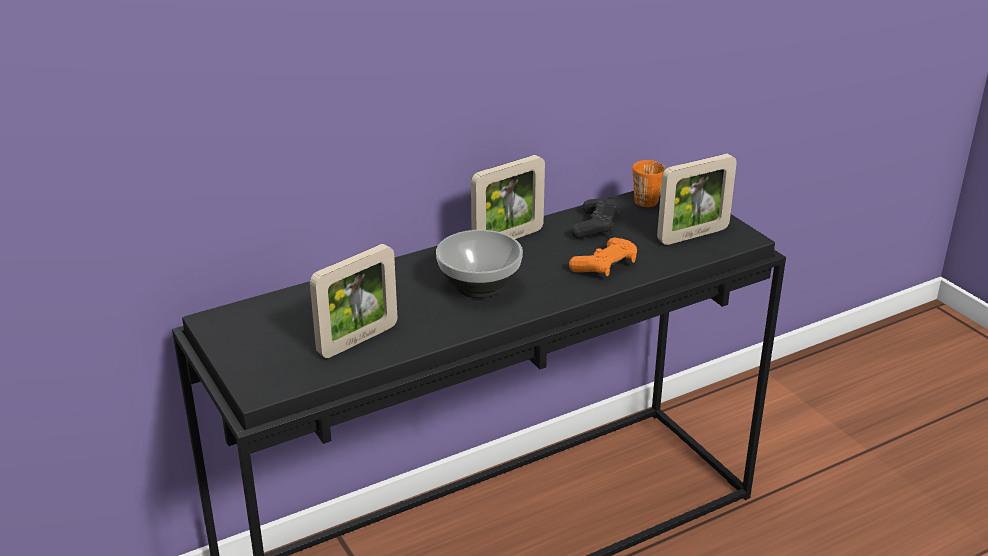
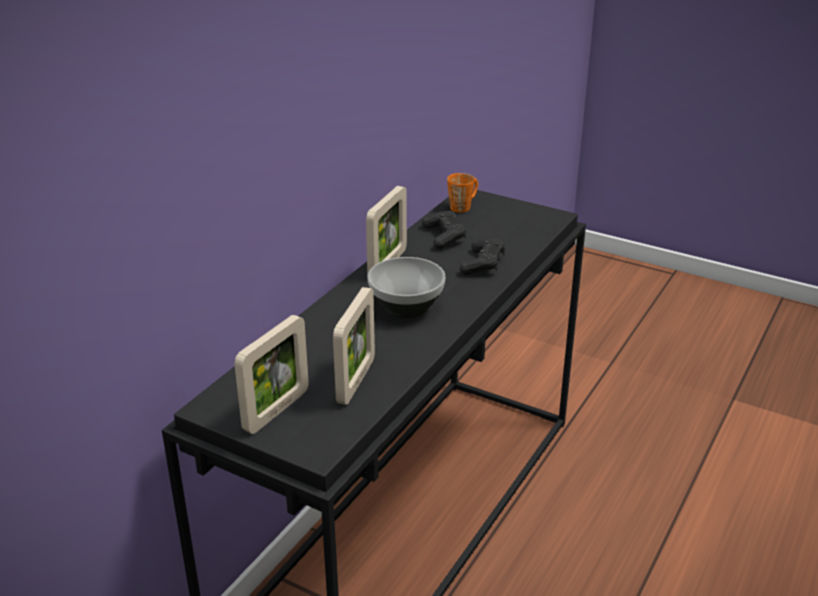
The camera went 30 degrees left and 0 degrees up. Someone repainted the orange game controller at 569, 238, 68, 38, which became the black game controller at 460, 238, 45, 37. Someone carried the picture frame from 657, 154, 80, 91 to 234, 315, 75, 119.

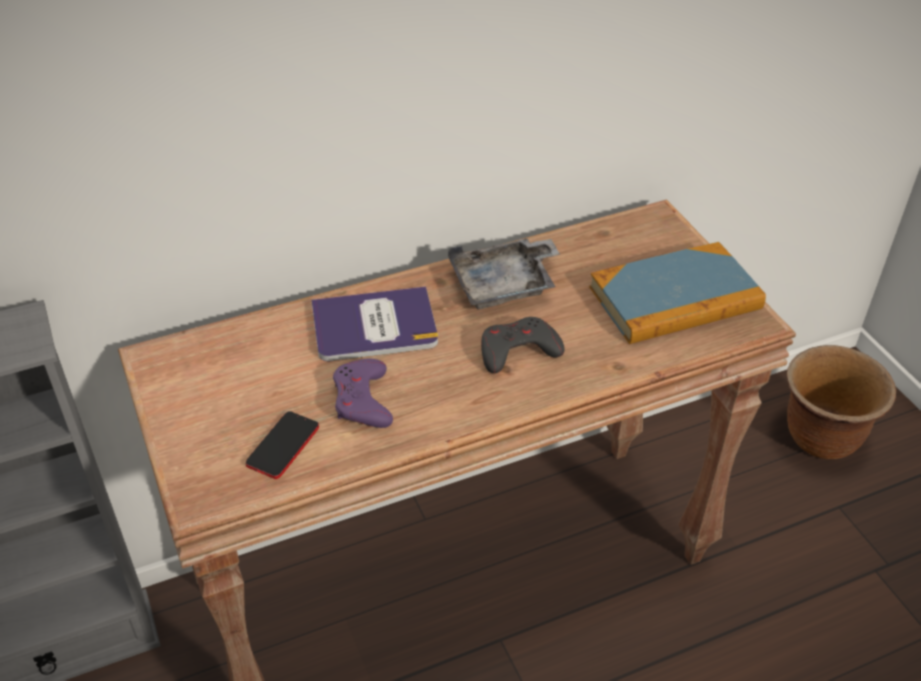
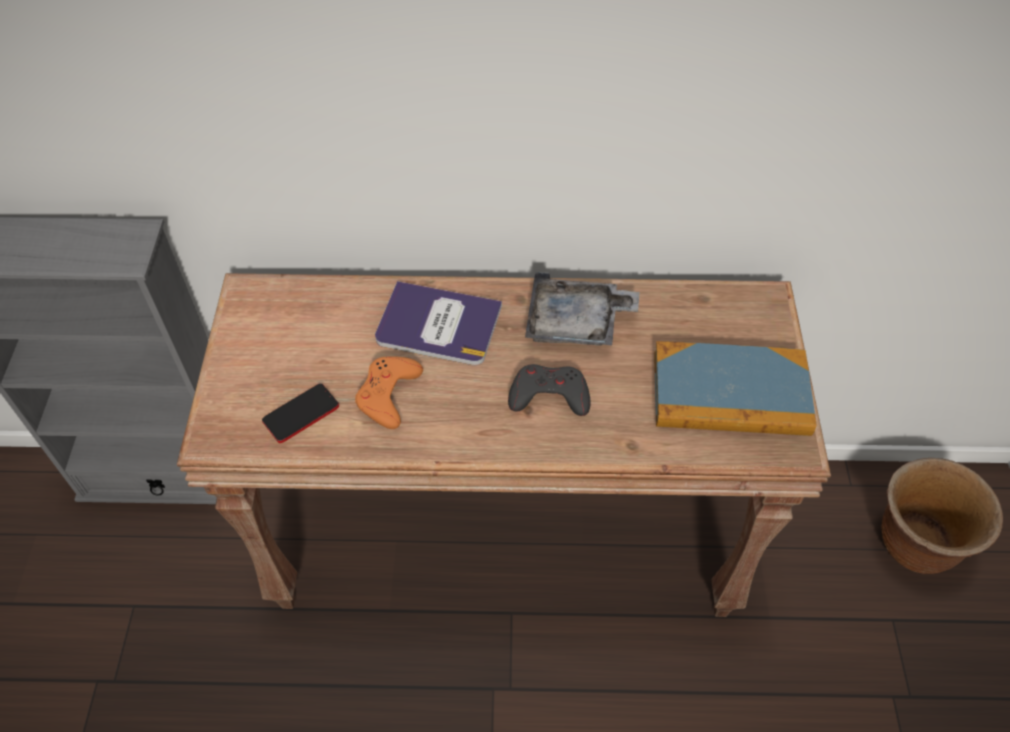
The camera went 25 degrees right and 10 degrees up. Someone repainted the purple game controller at 333, 359, 60, 69, which became the orange game controller at 355, 356, 68, 73.

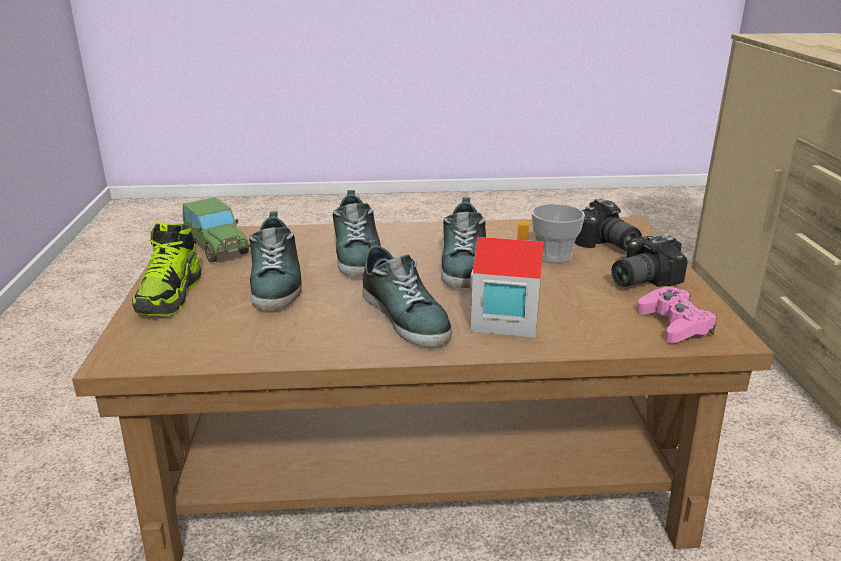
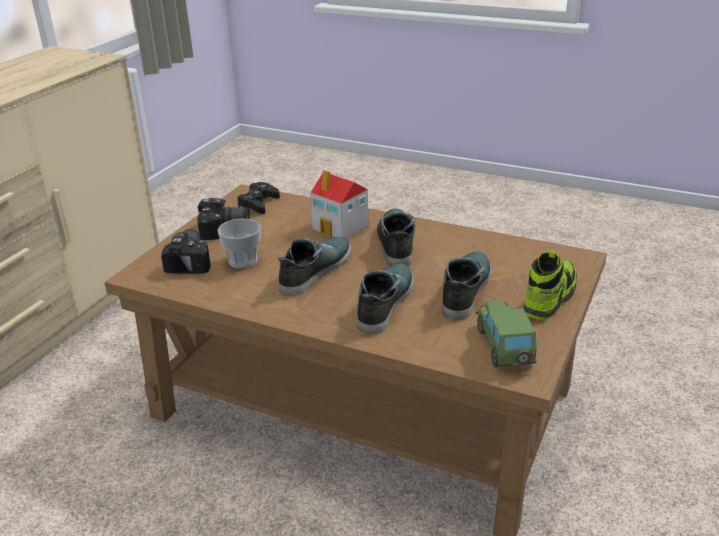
The camera went 150 degrees left and 5 degrees up. Someone repainted the pink game controller at 637, 287, 80, 56, which became the black game controller at 237, 182, 43, 32.

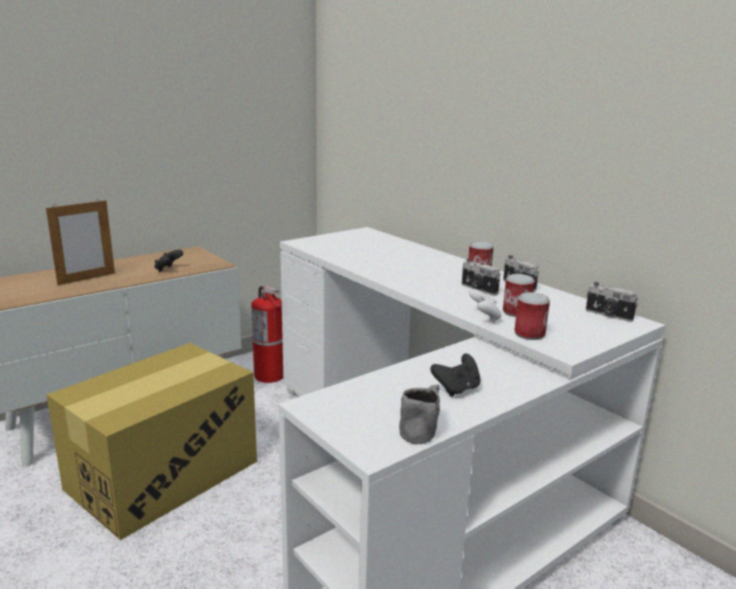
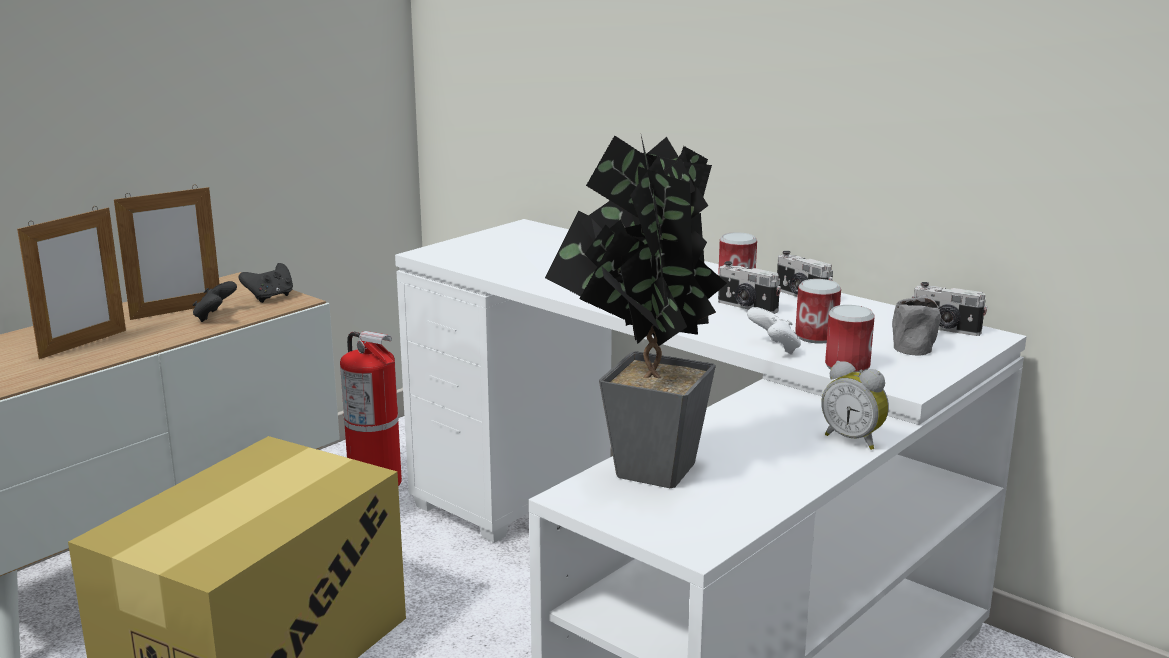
The camera went 10 degrees left and 0 degrees up. Someone carried the grey mug from 399, 384, 41, 60 to 892, 295, 49, 61. Someone carried the black game controller from 430, 354, 51, 43 to 239, 263, 54, 40. Someone put down the picture frame at 114, 185, 105, 135. Someone put down the potted plant at 545, 135, 182, 353. Someone put down the alarm clock at 821, 361, 68, 89.

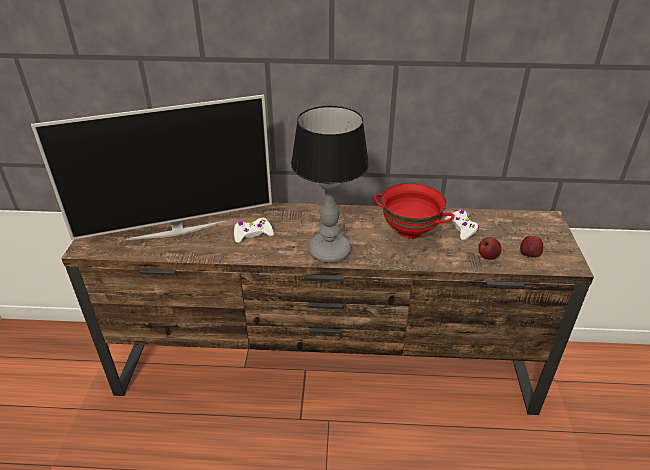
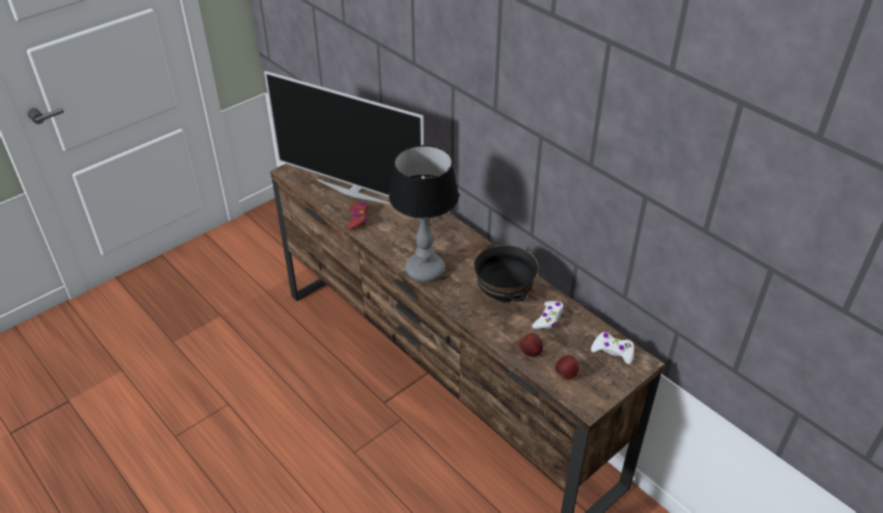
The camera went 45 degrees right and 5 degrees up. Someone carried the white game controller from 234, 218, 40, 25 to 591, 332, 43, 32. Someone repainted the red bowl at 373, 182, 82, 57, which became the black bowl at 474, 245, 64, 58. Someone put down the red game controller at 348, 202, 20, 28.

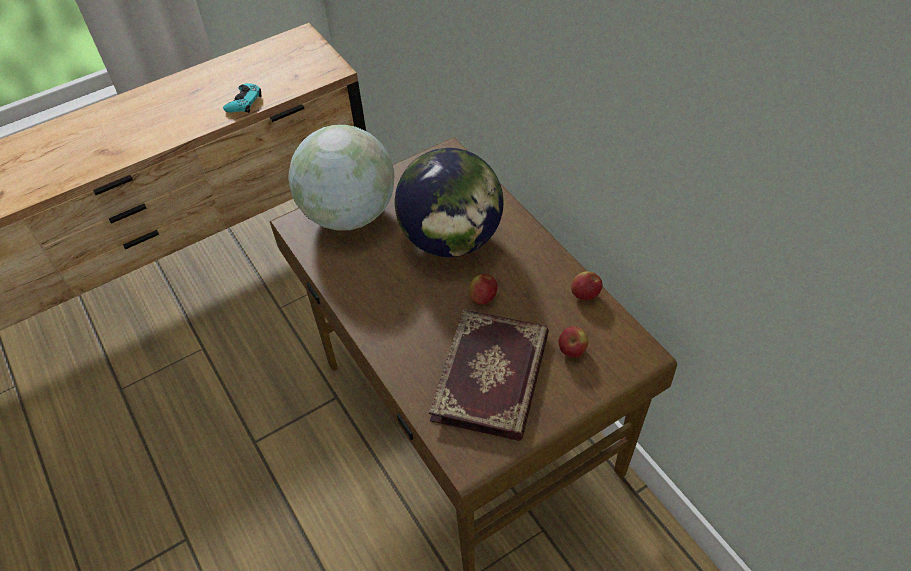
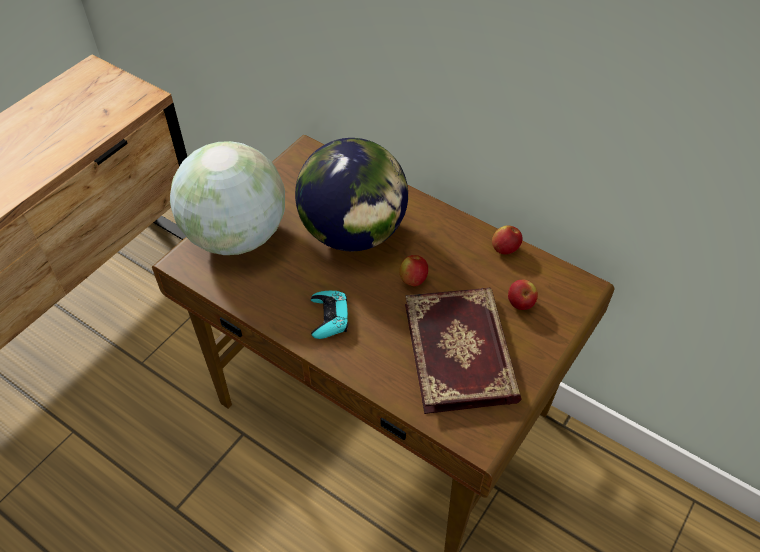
The camera went 25 degrees left and 0 degrees up. Someone carried the turquoise game controller from 223, 83, 38, 30 to 311, 291, 37, 48.

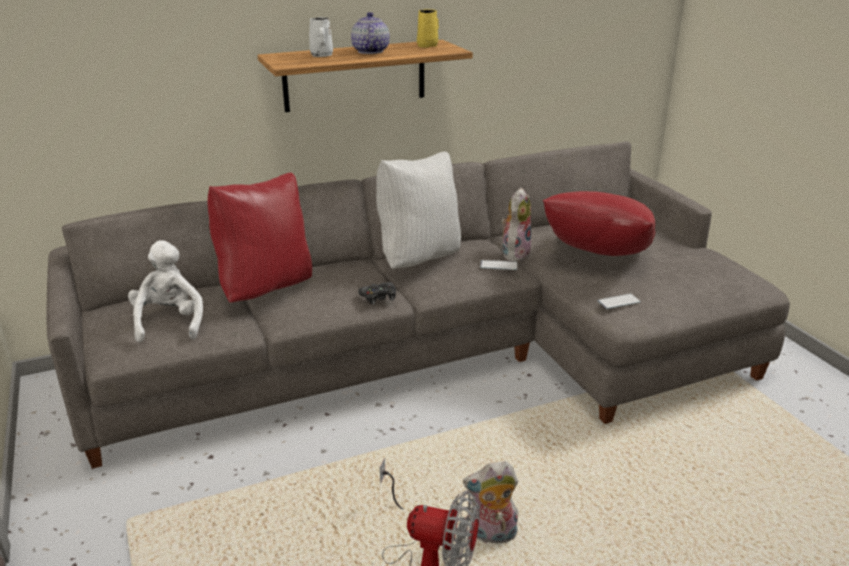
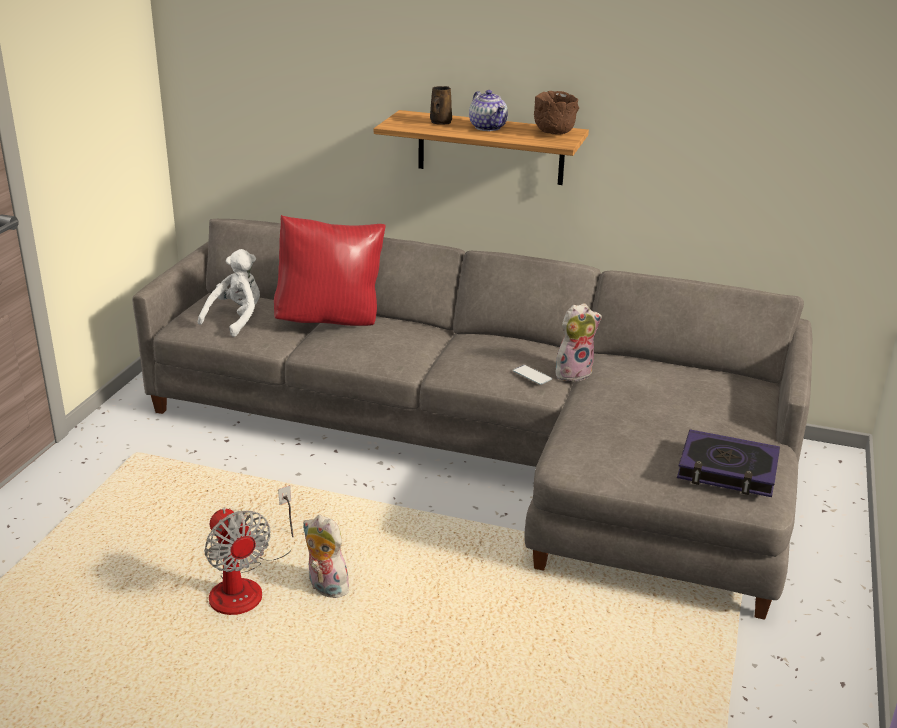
The camera went 40 degrees right and 0 degrees up. Someone repainted the white mug at 309, 17, 24, 40, which became the brown mug at 430, 86, 22, 39. Someone rotated the teapot at 351, 12, 39, 42 by 120 degrees clockwise. Someone took away the black game controller at 358, 282, 38, 22. Someone took away the white pillow at 376, 152, 85, 117. Someone swapped the yellow mug at 417, 9, 22, 39 for the brown bowl at 534, 91, 45, 44. Someone took away the red pillow at 543, 191, 113, 65. Someone took away the phone at 597, 294, 44, 15. Someone put down the book at 677, 429, 103, 68.

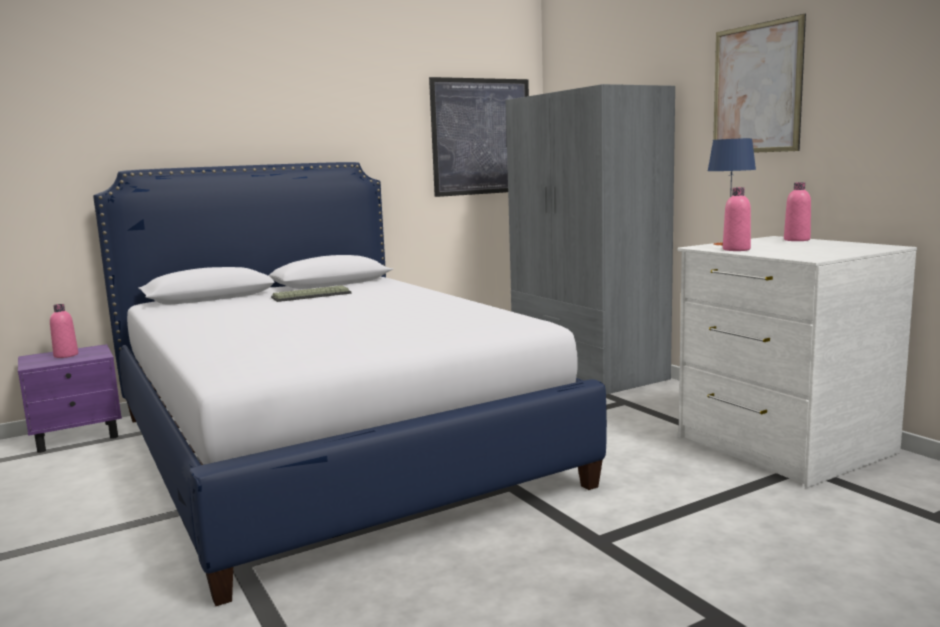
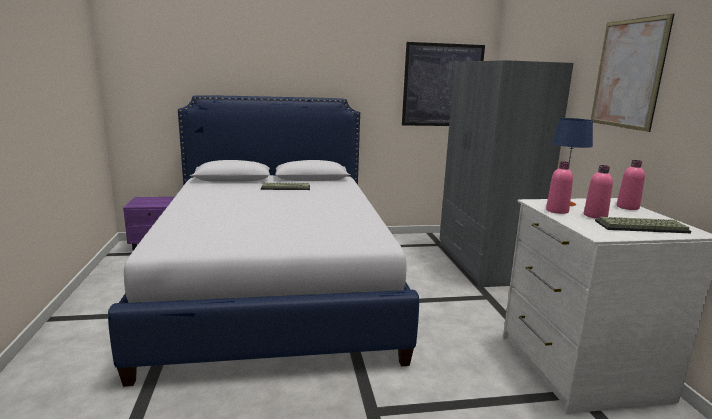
The camera went 20 degrees right and 5 degrees up. Someone carried the pink bottle from 50, 304, 28, 54 to 584, 165, 29, 54. Someone put down the keyboard at 595, 217, 96, 16.

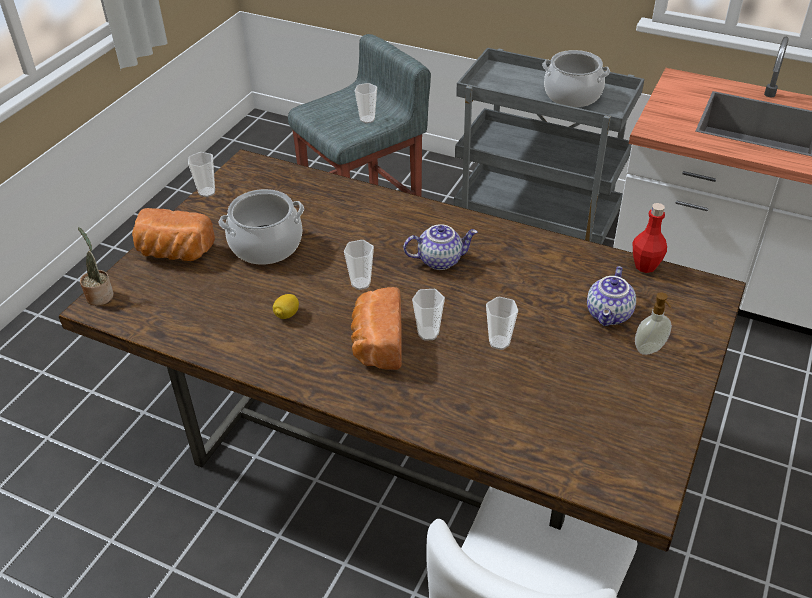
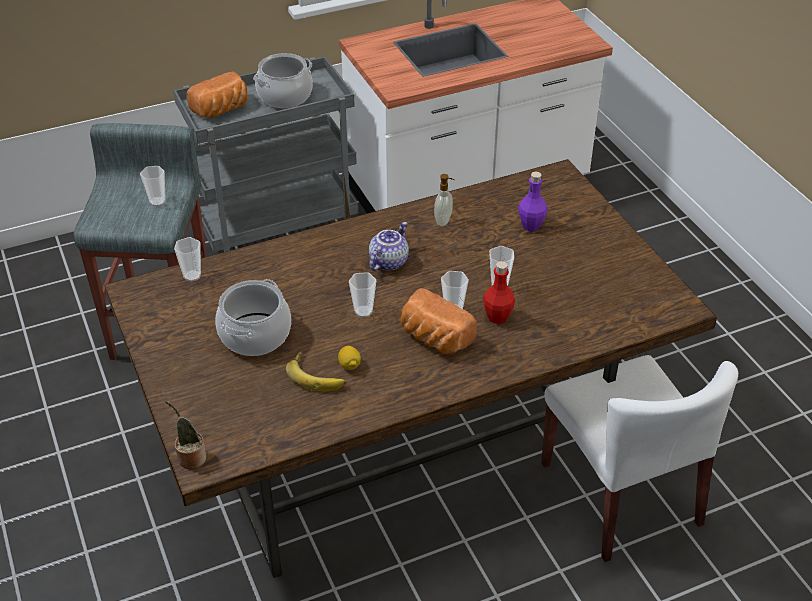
The camera went 50 degrees left and 0 degrees up. Someone carried the bread from 132, 208, 83, 53 to 186, 71, 62, 48. Someone carried the cup from 188, 152, 27, 45 to 174, 237, 27, 45. Someone swapped the teapot at 587, 266, 49, 60 for the purple bottle at 518, 172, 30, 59. Someone carried the red bottle from 633, 203, 34, 70 to 483, 261, 32, 63. Someone carried the soap dispenser from 635, 292, 37, 63 to 434, 174, 21, 52. Someone put down the banana at 286, 352, 60, 39.

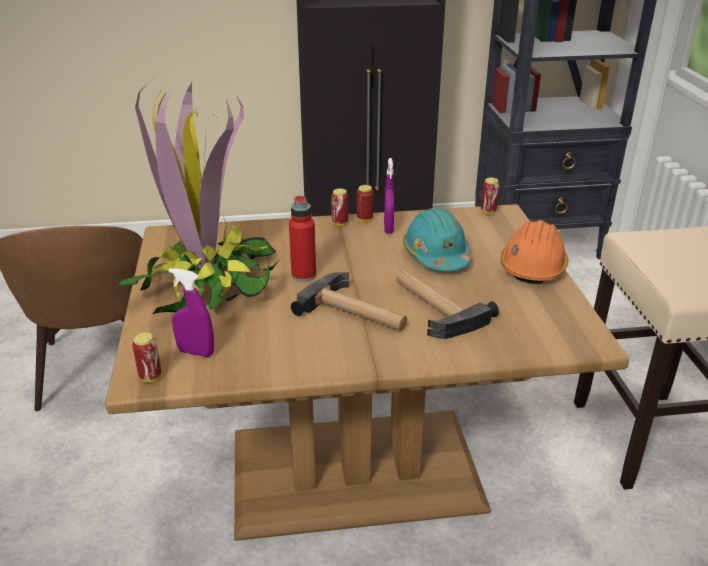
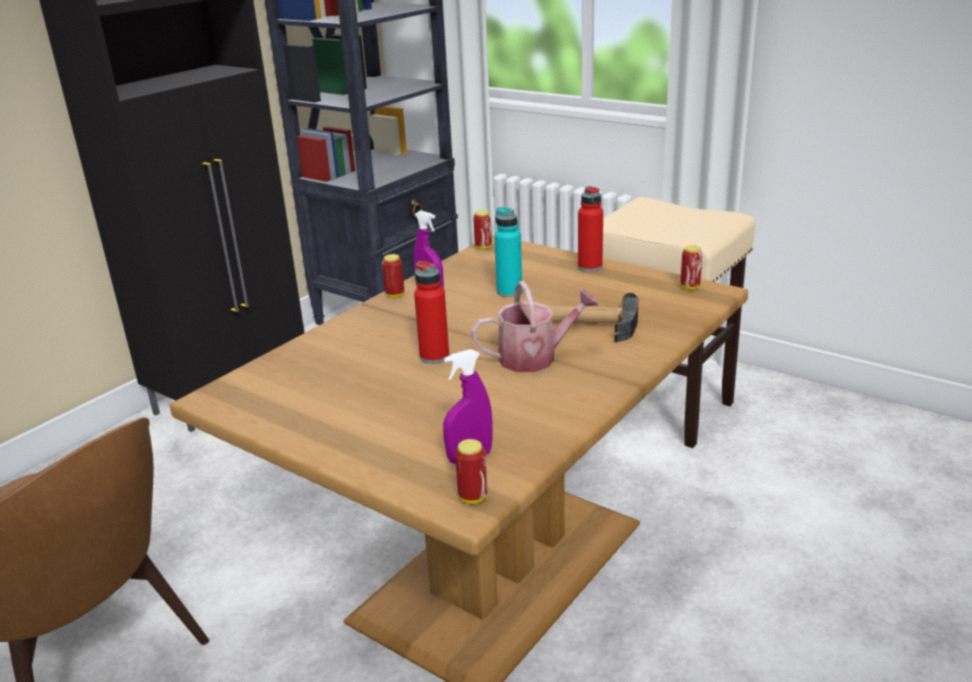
The camera went 45 degrees left and 5 degrees down. Someone took away the potted plant at 118, 81, 160, 233. Someone swapped the hammer at 291, 272, 116, 59 for the watering can at 471, 281, 128, 91. Someone carried the can from 331, 188, 17, 38 to 680, 245, 22, 45. Someone swapped the turquoise hard hat at 403, 208, 69, 63 for the turquoise bottle at 494, 207, 28, 90. Someone swapped the orange hard hat at 501, 220, 68, 64 for the red bottle at 578, 186, 25, 86.

